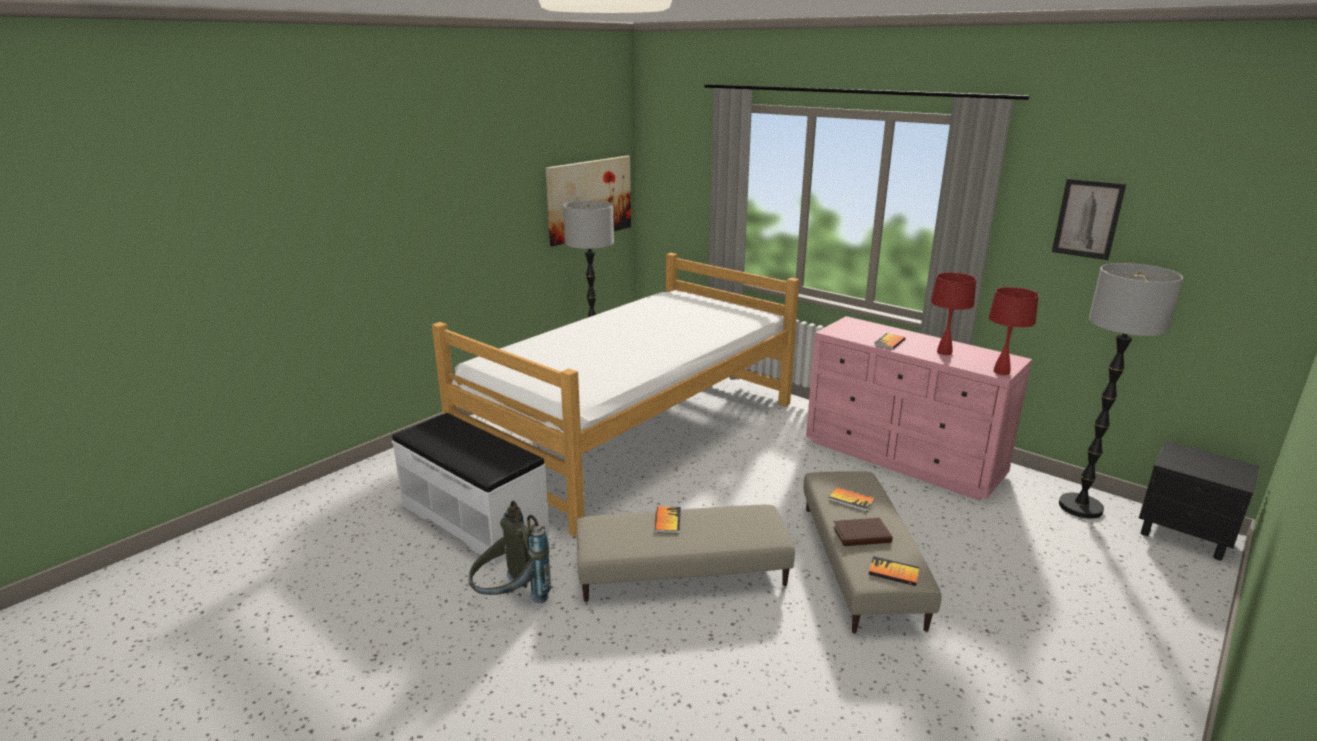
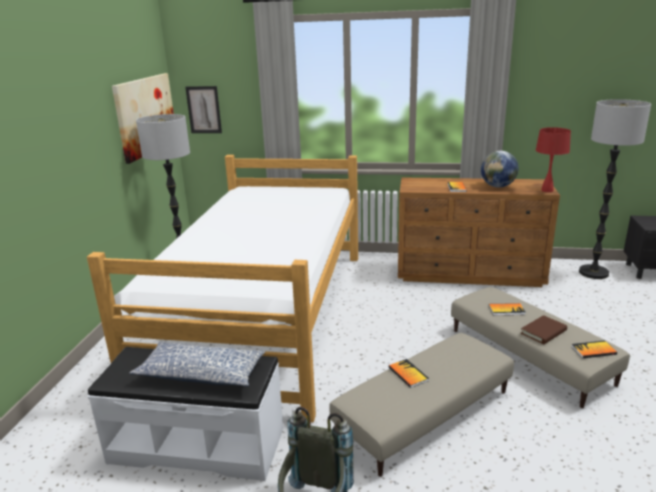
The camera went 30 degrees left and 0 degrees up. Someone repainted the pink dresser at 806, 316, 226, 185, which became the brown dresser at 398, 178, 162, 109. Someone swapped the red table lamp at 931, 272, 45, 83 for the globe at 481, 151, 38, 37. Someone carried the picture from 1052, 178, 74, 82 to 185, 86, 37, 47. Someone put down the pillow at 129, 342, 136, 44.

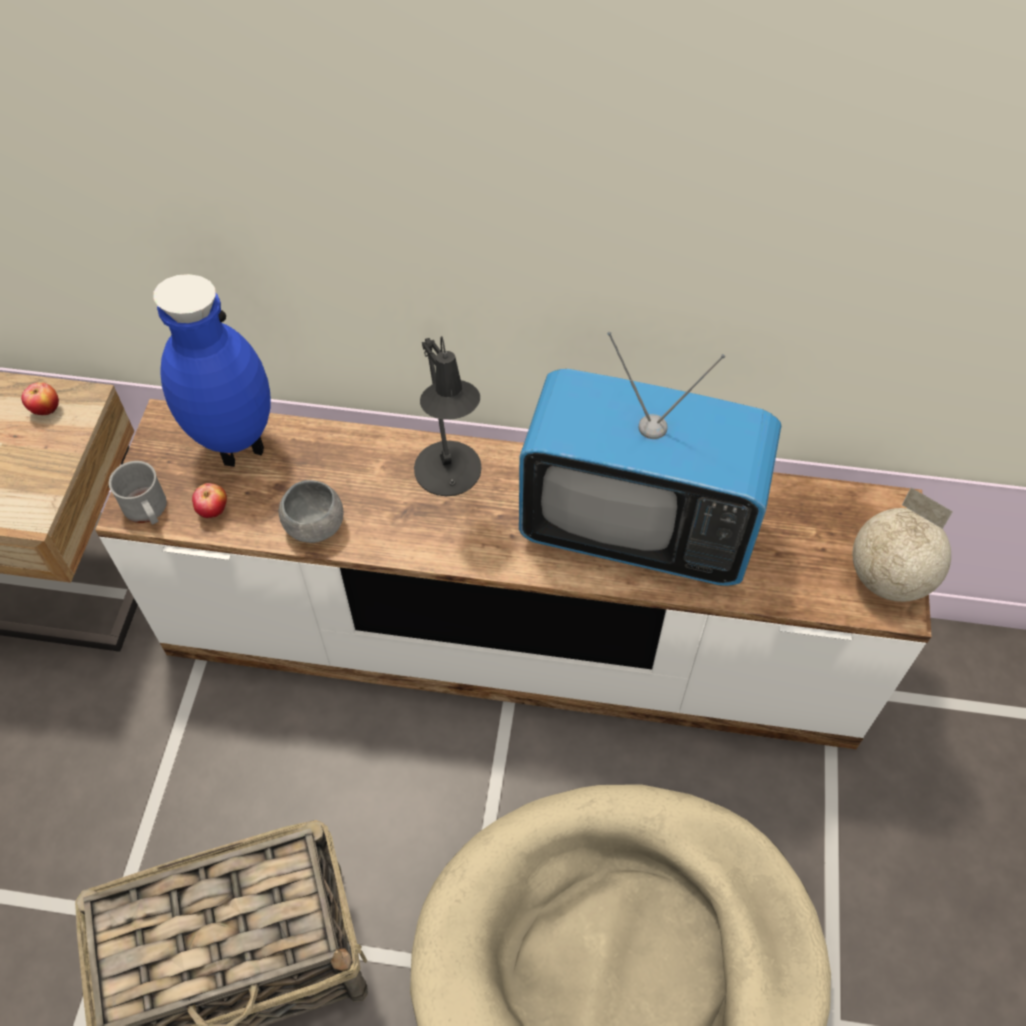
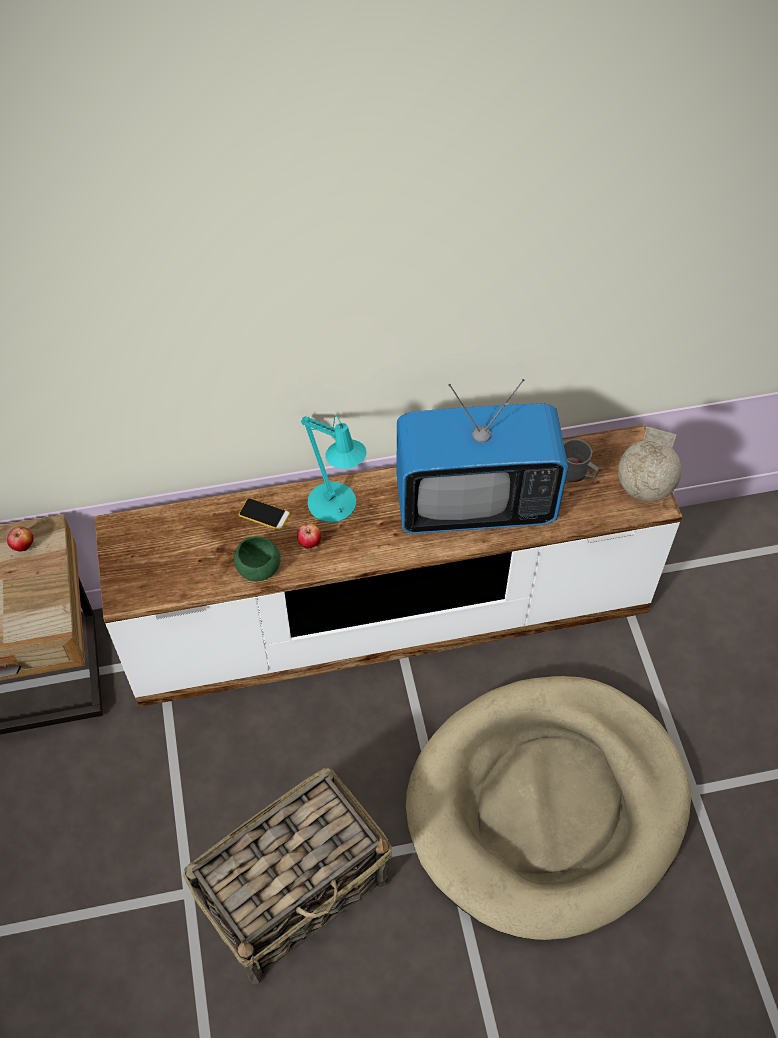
The camera went 20 degrees left and 0 degrees up. Someone carried the grey mug from 109, 461, 58, 64 to 564, 439, 35, 43. Someone took away the blue vase at 153, 274, 117, 193. Someone carried the apple from 192, 483, 35, 35 to 297, 523, 24, 26. Someone repainted the grey bowl at 279, 480, 64, 63, which became the green bowl at 234, 536, 47, 45. Someone repainted the black table lamp at 414, 336, 68, 160, which became the turquoise table lamp at 301, 415, 66, 107. Someone put down the phone at 238, 498, 52, 32.

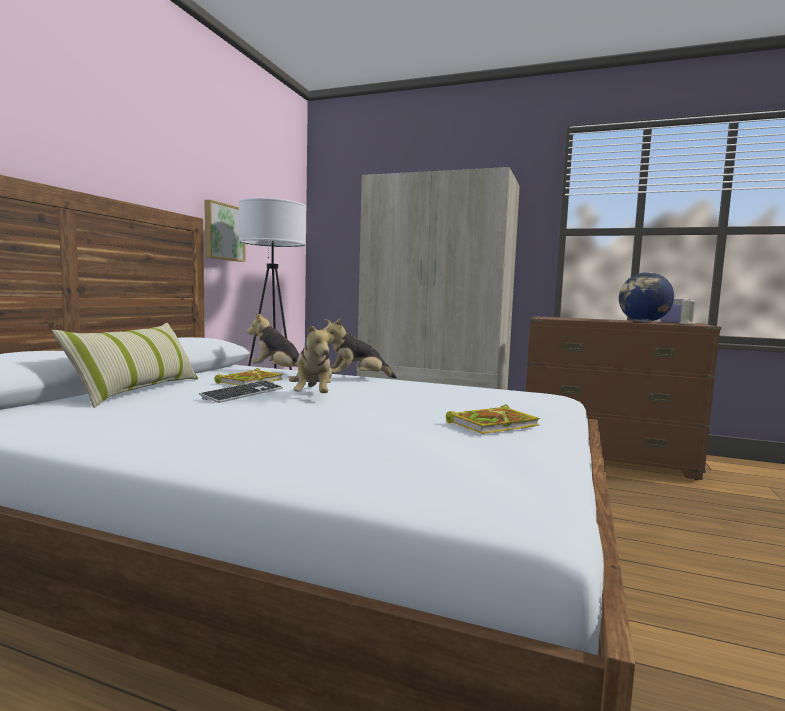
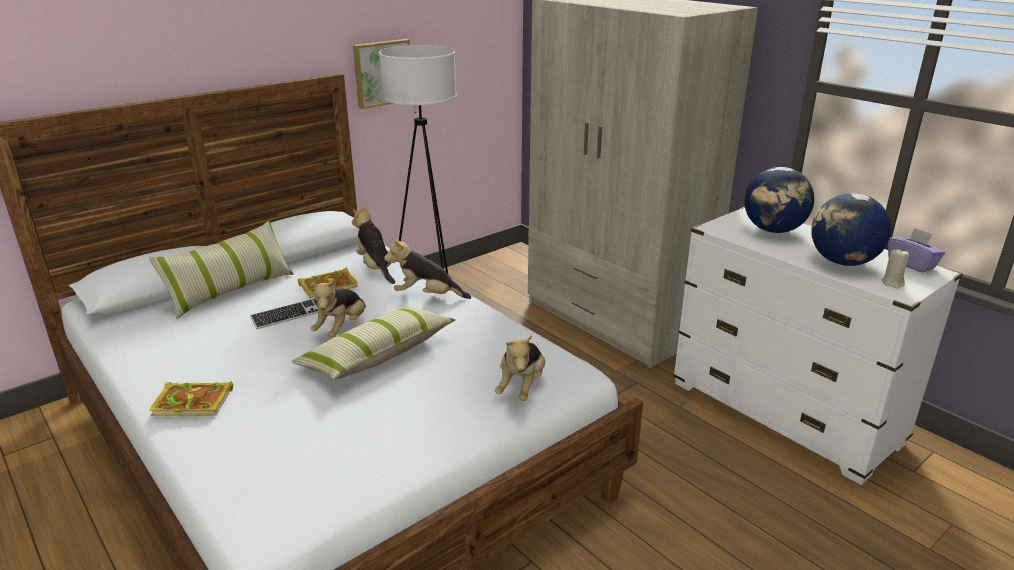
The camera went 30 degrees right and 20 degrees up. Someone carried the book from 446, 404, 94, 30 to 149, 381, 84, 35. Someone repainted the brown dresser at 526, 316, 195, 164, which became the white dresser at 673, 207, 290, 278. Someone put down the pillow at 292, 307, 163, 73. Someone put down the plush toy at 495, 335, 50, 66. Someone put down the globe at 744, 167, 70, 66.

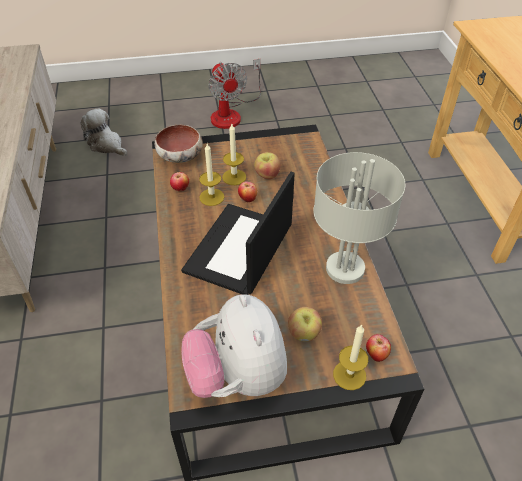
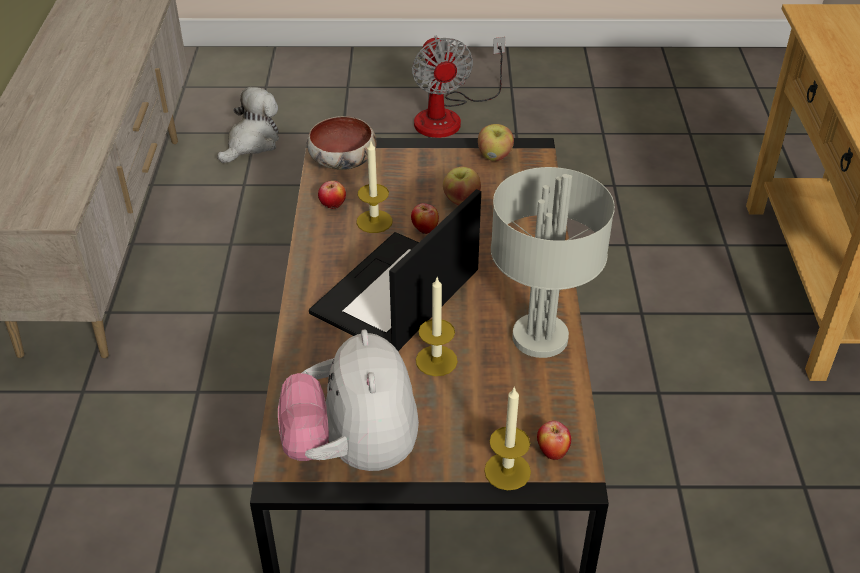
The camera went 10 degrees right and 5 degrees down. Someone rotated the plush toy at 80, 108, 47, 48 by 75 degrees clockwise. Someone carried the candle from 222, 124, 24, 61 to 416, 278, 42, 98. Someone carried the apple from 288, 307, 34, 34 to 478, 124, 36, 37.

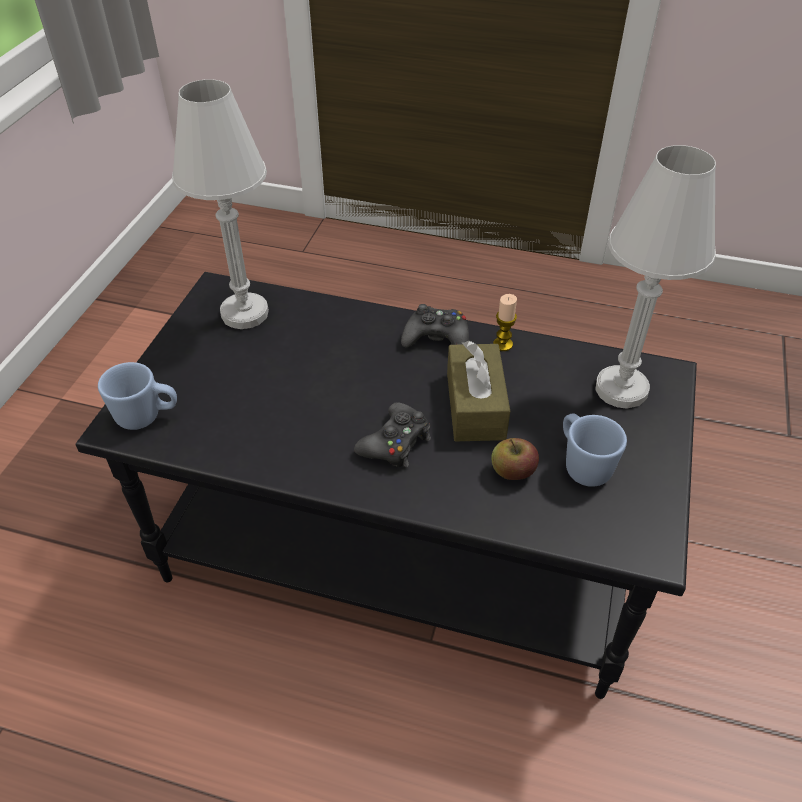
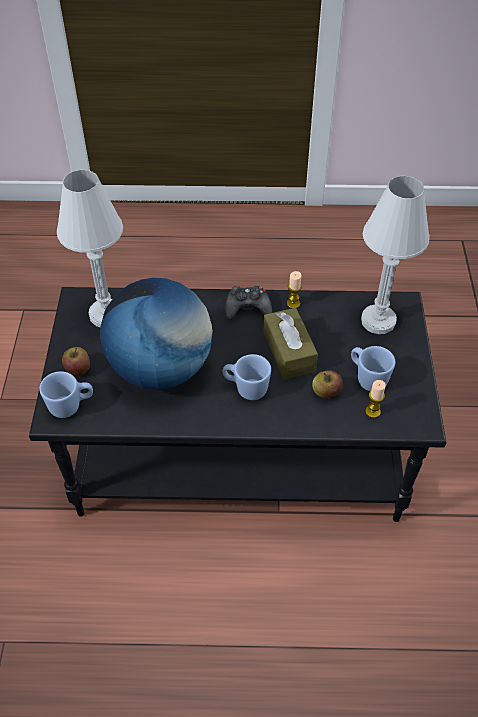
The camera went 15 degrees left and 5 degrees up. Someone swapped the black game controller at 354, 402, 77, 65 for the blue mug at 223, 354, 48, 46. Someone put down the apple at 62, 347, 28, 29. Someone put down the globe at 100, 278, 113, 112. Someone put down the candle at 365, 380, 21, 38.

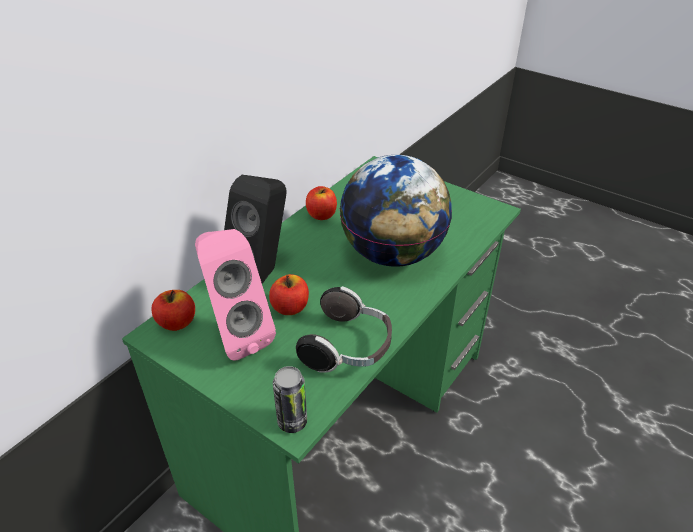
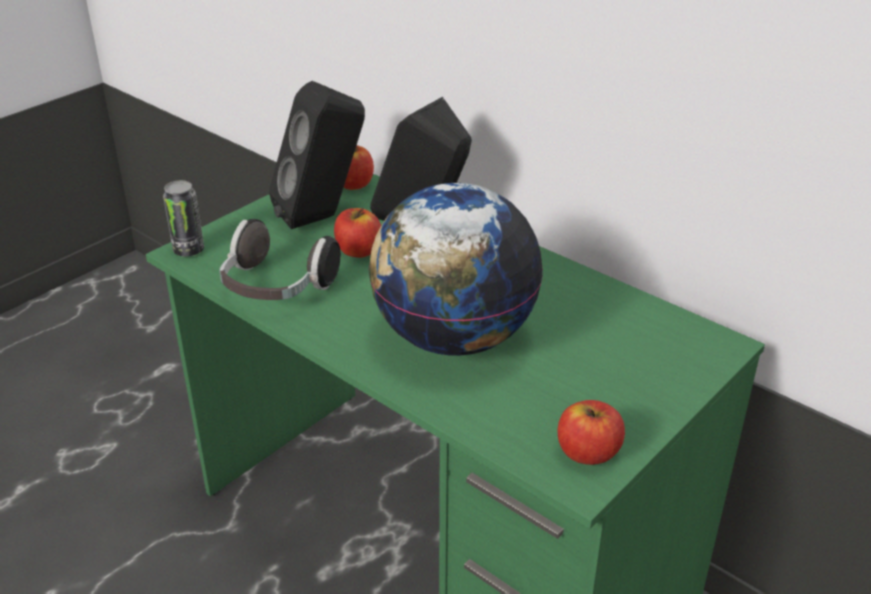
The camera went 95 degrees right and 5 degrees down. Someone repainted the pink speaker at 195, 229, 81, 132, which became the black speaker at 269, 81, 96, 148. Someone carried the apple from 306, 186, 31, 34 to 558, 400, 67, 65.

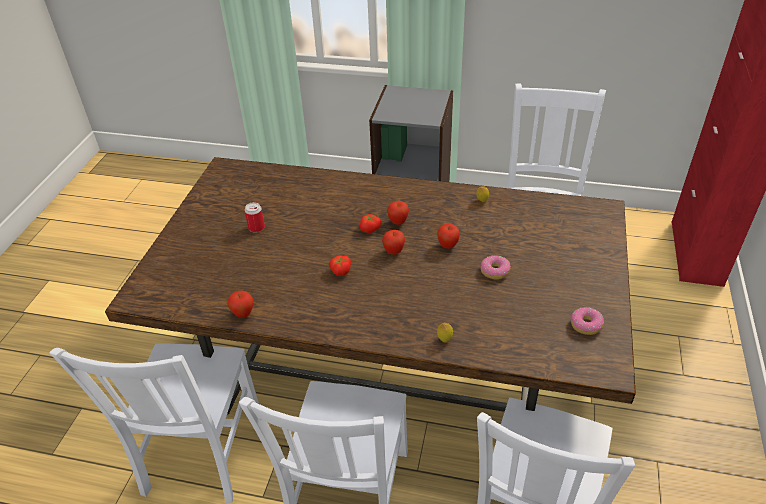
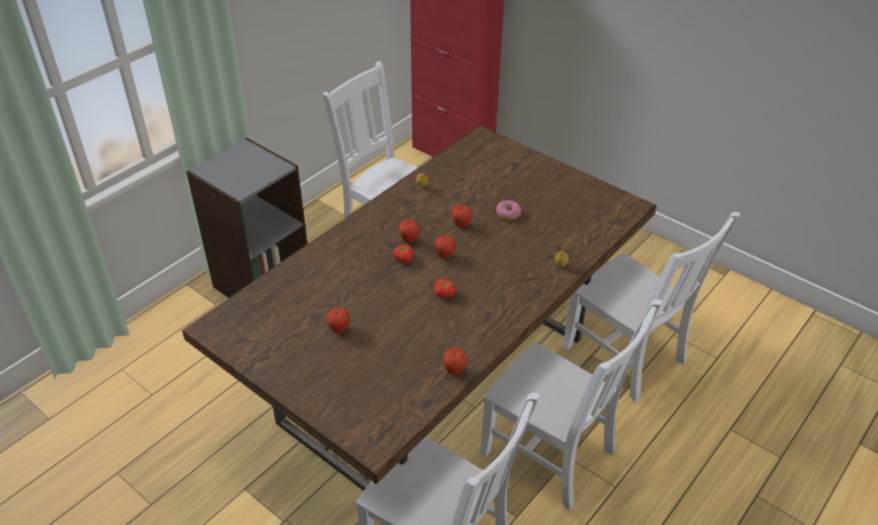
The camera went 65 degrees left and 0 degrees up. Someone swapped the can at 244, 202, 21, 31 for the apple at 326, 307, 24, 26. Someone took away the donut at 570, 307, 34, 28.

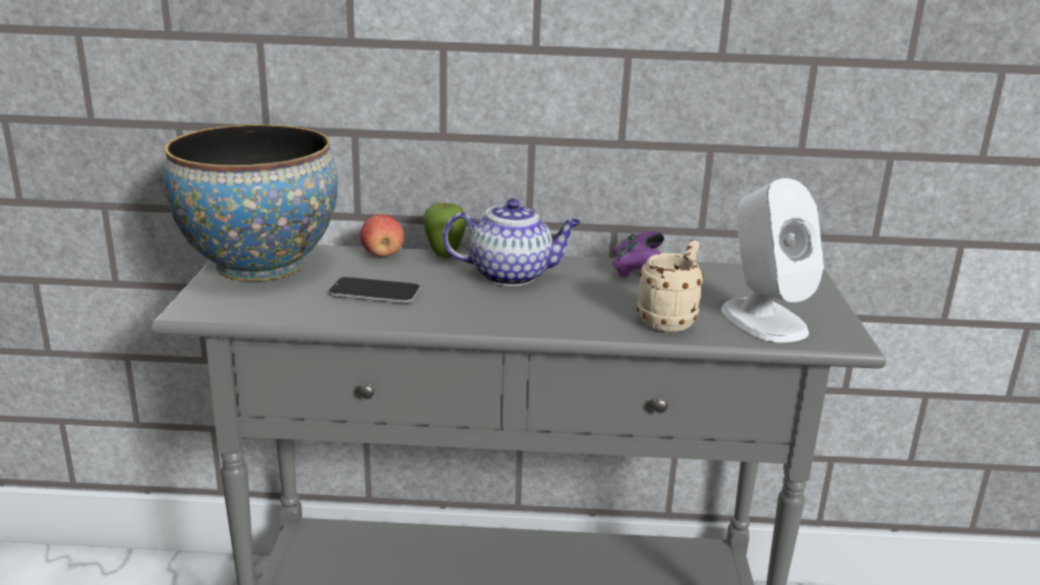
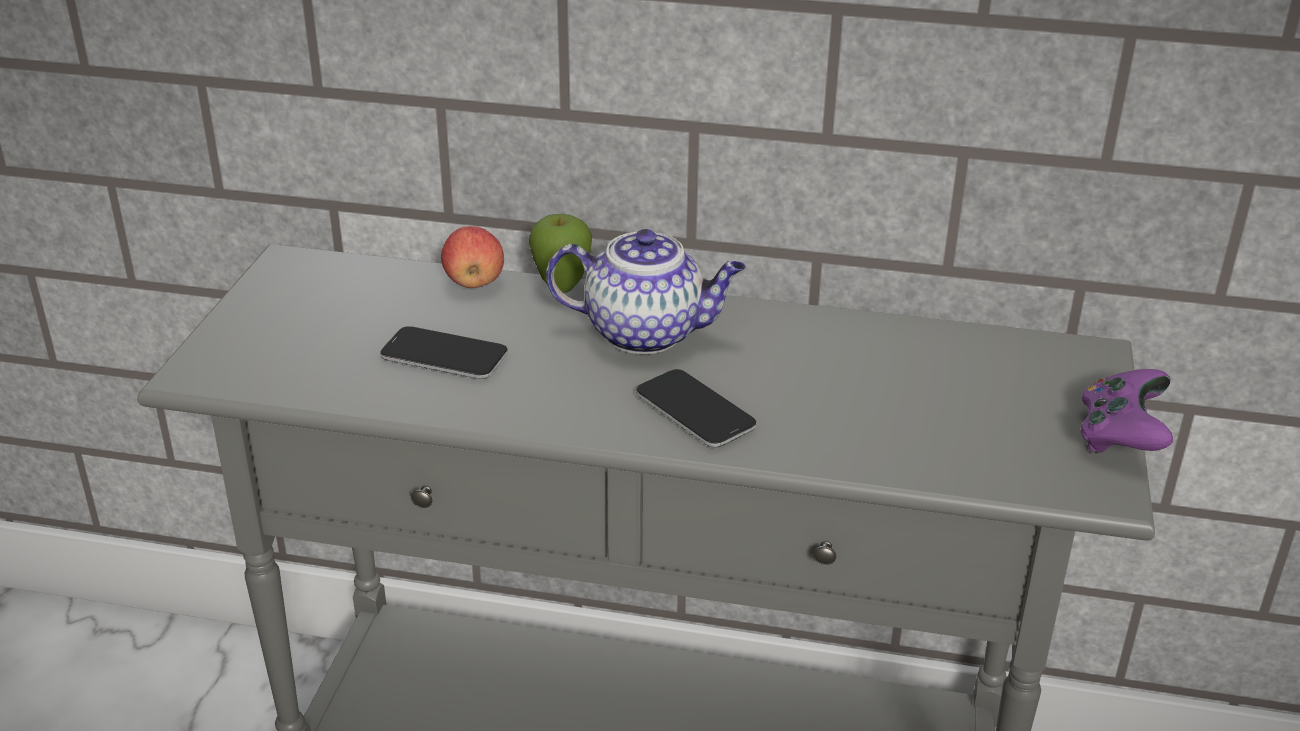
The camera went 10 degrees right and 10 degrees up. Someone took away the bowl at 164, 124, 174, 157. Someone carried the purple game controller from 613, 231, 51, 46 to 1080, 369, 93, 84. Someone took away the beige mug at 637, 240, 67, 92. Someone took away the white speaker at 721, 178, 103, 165. Someone put down the phone at 636, 369, 121, 78.

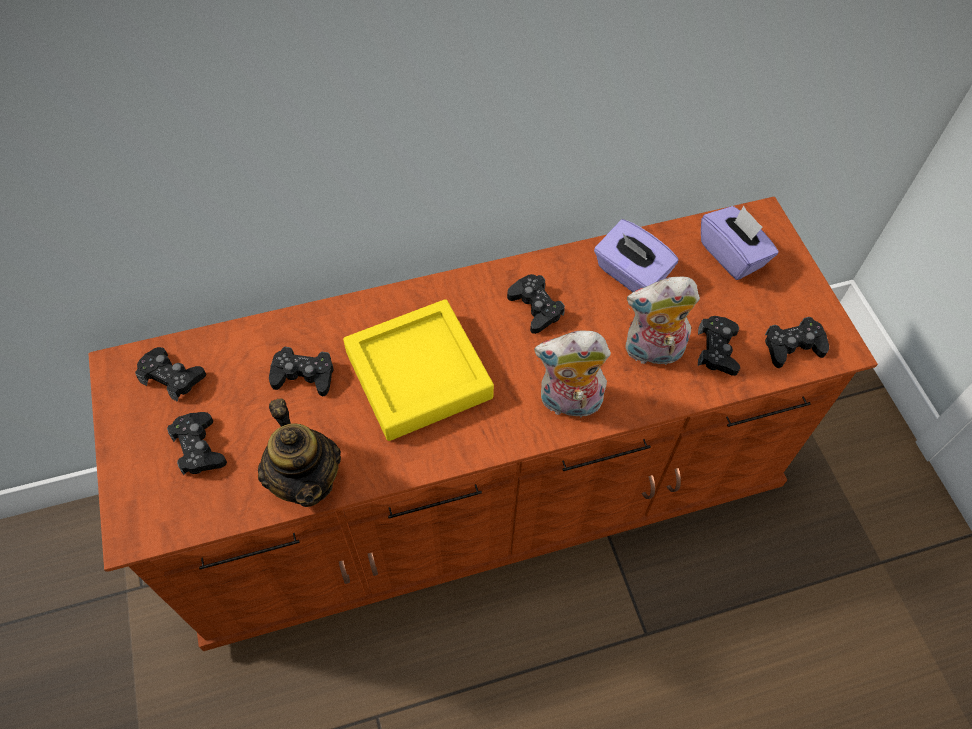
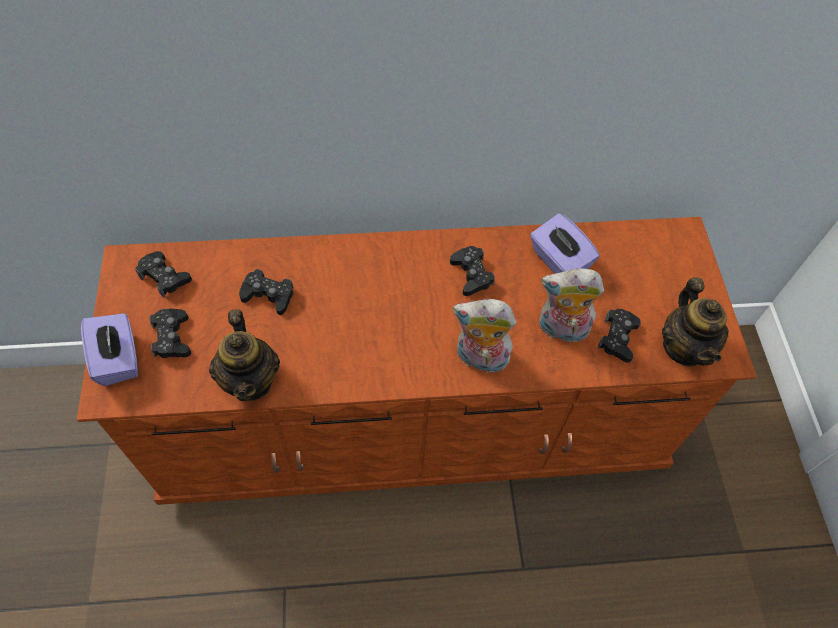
The camera went 10 degrees right and 0 degrees up. Someone took away the yellow tray at 343, 299, 151, 142. Someone carried the purple tissue box from 701, 206, 78, 74 to 81, 313, 57, 73. Someone swapped the black game controller at 765, 317, 64, 51 for the teapot at 662, 277, 67, 89.

